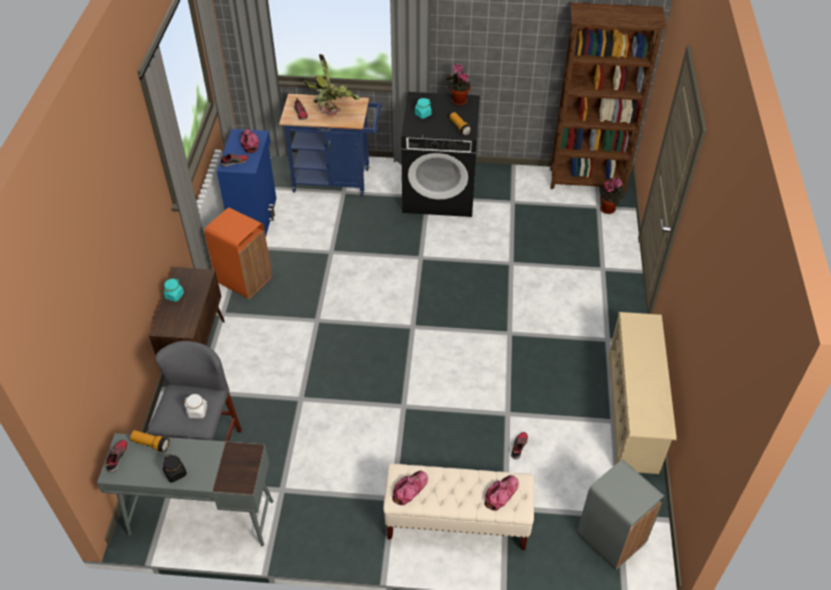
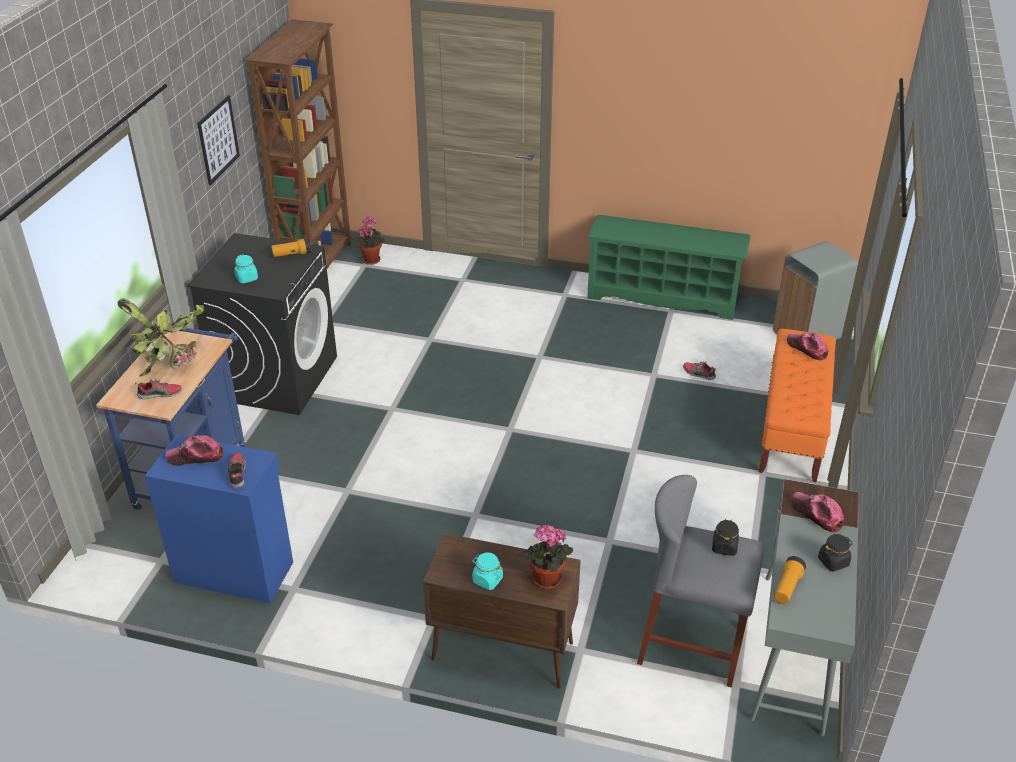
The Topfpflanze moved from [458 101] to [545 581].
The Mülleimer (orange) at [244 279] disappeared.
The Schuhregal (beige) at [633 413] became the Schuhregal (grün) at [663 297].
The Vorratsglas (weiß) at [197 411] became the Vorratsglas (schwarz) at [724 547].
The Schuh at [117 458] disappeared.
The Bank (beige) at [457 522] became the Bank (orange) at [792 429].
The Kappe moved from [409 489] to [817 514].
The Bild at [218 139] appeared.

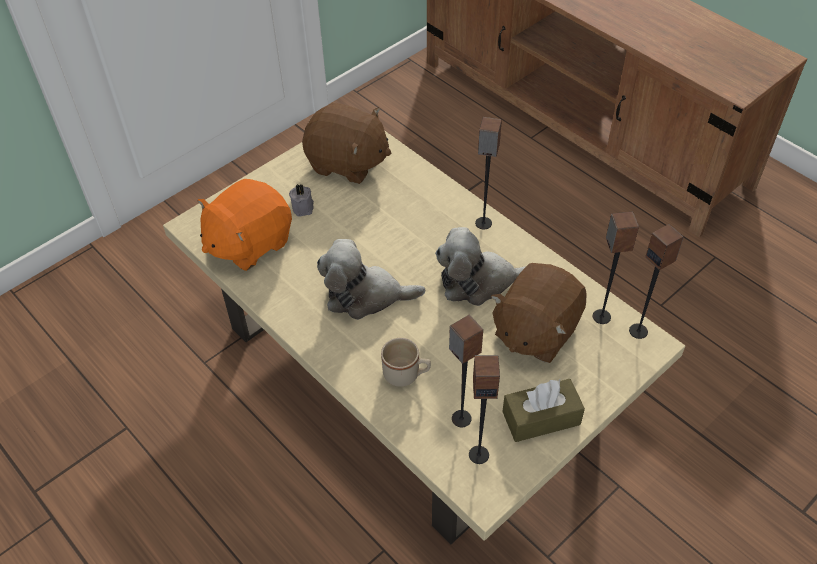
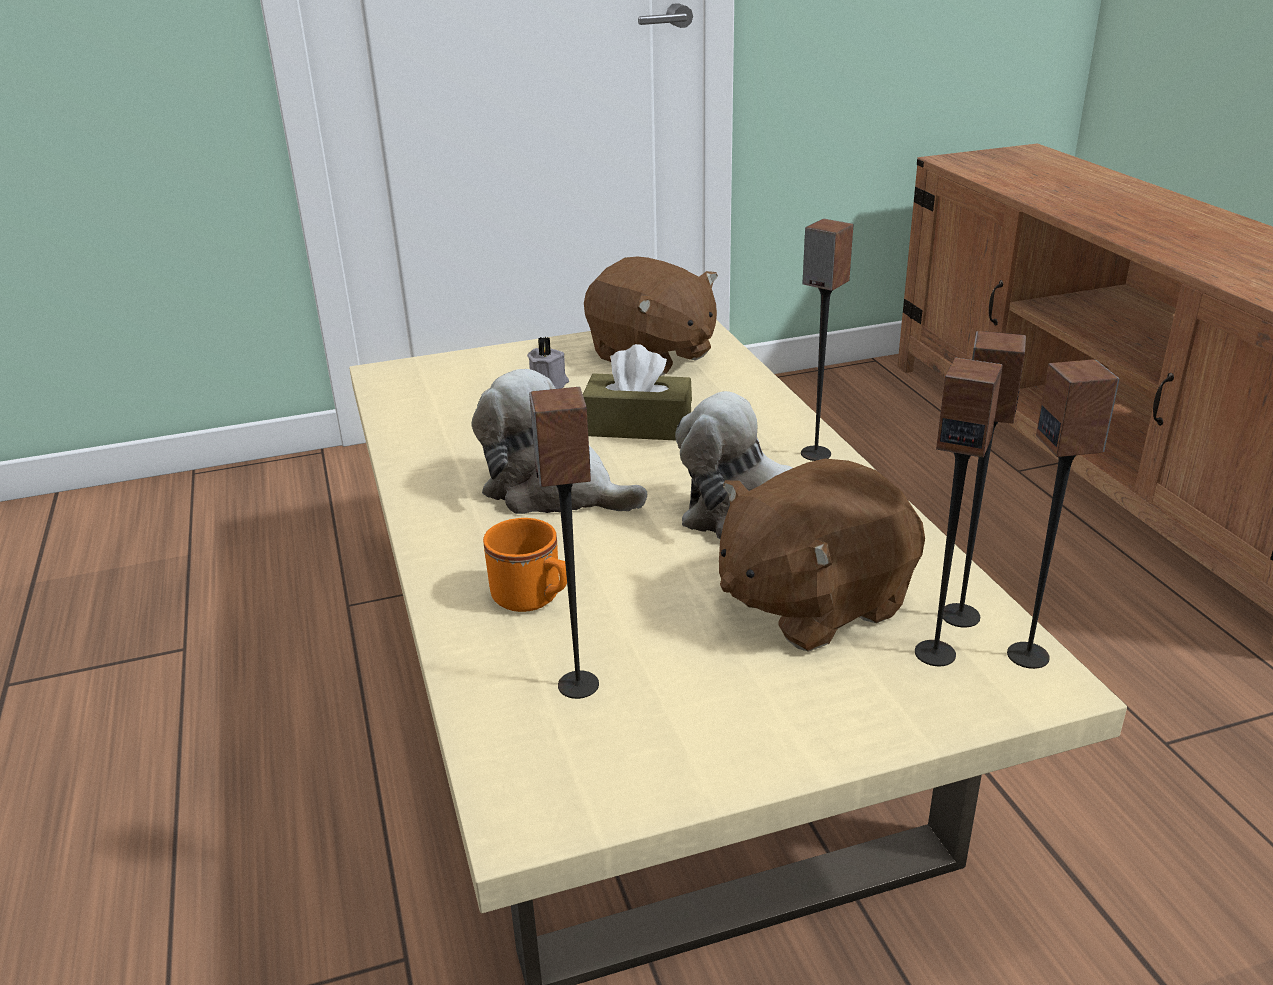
The Plüschtier (orange) at [249 243] disappeared.
The Henkelbecher (beige) at [406 374] became the Henkelbecher (orange) at [533 599].
The Lautsprecher moved from [478 454] to [935 653].
The Taschentuchbox (braun) moved from [541 418] to [638 426].

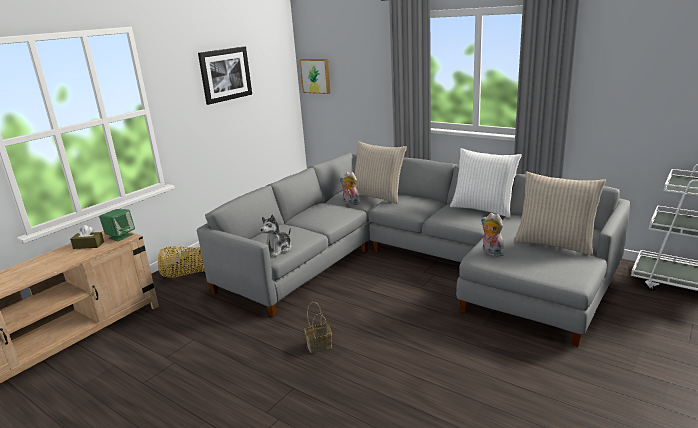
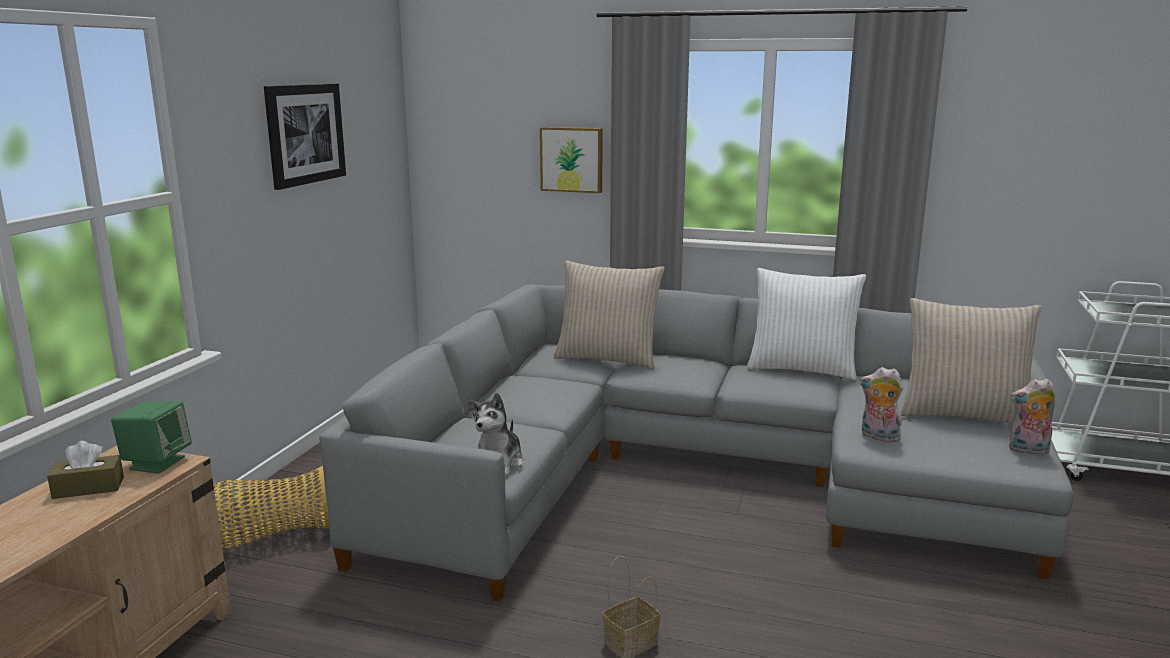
The Bild moved from [316 76] to [572 159].
The Plüschtier moved from [350 203] to [1028 450].

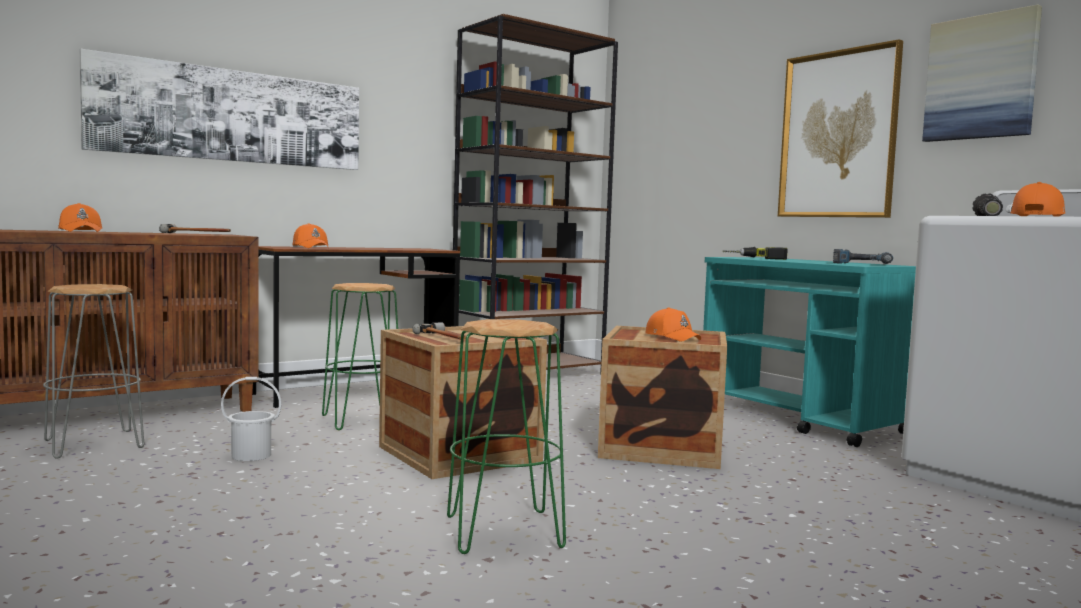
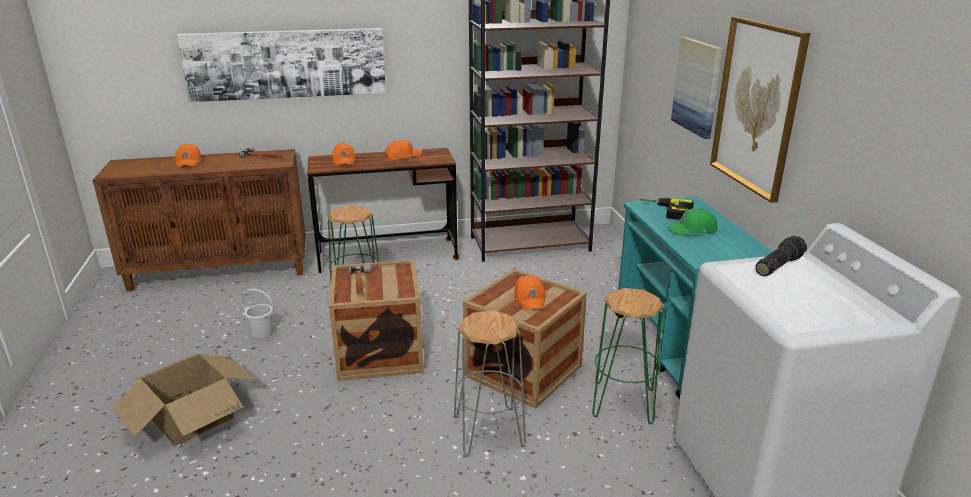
The Bild moved from [980 77] to [697 86].
The Kappe (orange) moved from [1036 217] to [402 156].
The Bohrmaschine at [862 264] disappeared.
The Hocker (grau) moved from [94 444] to [489 431].
The Hocker (grün) moved from [503 531] to [623 402].
The Kappe (grün) at [693 230] appeared.
The Karton at [192 417] appeared.

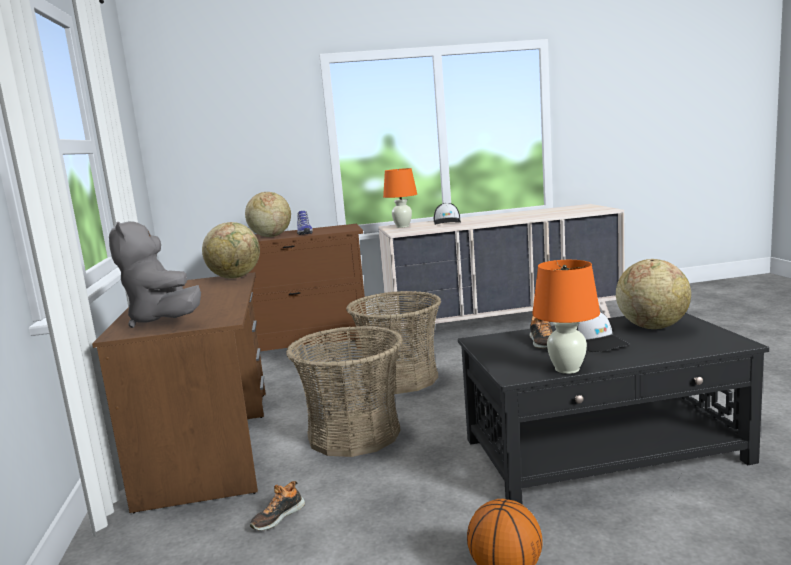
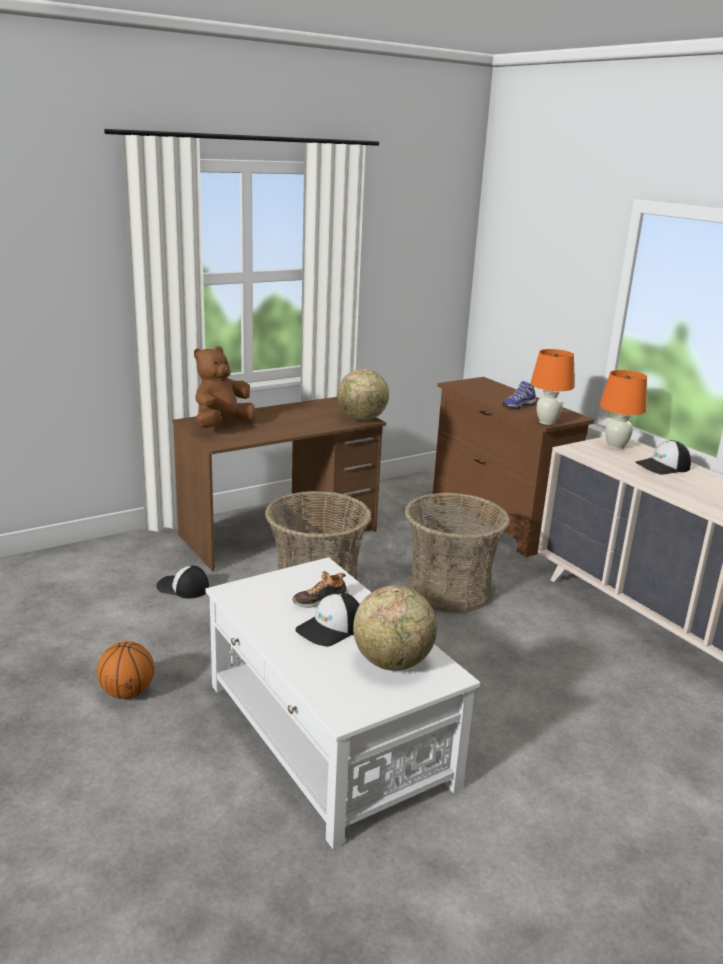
The Globus at [270 236] disappeared.
The Plüschtier (grau) at [163 320] became the Plüschtier (braun) at [222 426].
The Tischlampe (orange) moved from [567 369] to [547 422].
The Couchtisch (schwarz) at [604 451] became the Couchtisch (weiß) at [328 735].
The Schuh at [277 517] was replaced by the Kappe at [183 587].

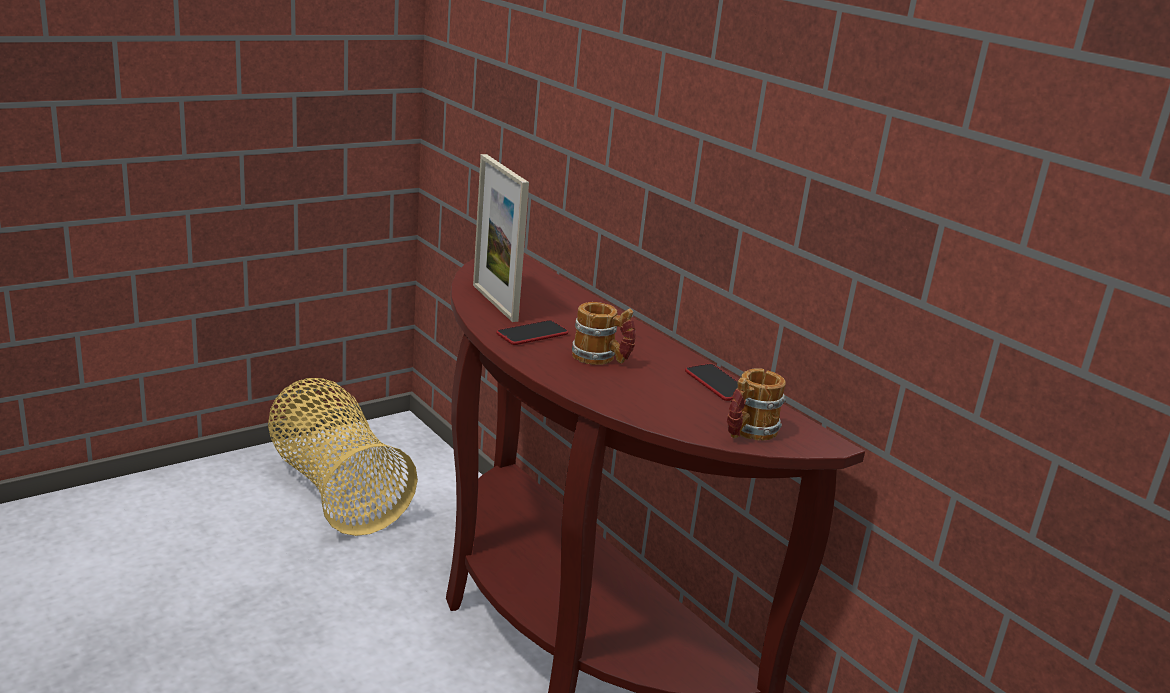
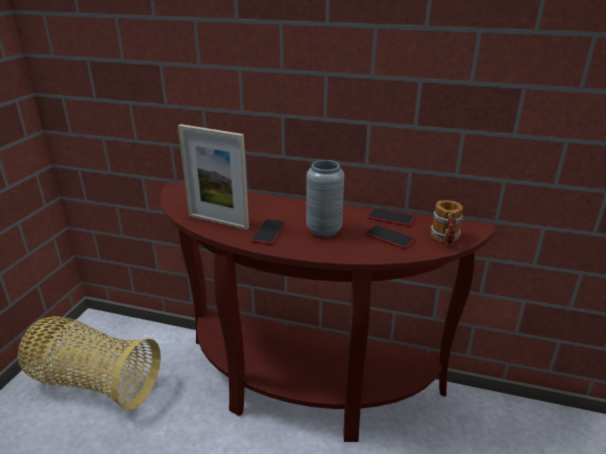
The Henkelbecher at [601 359] was replaced by the Vase (grau) at [324 230].
The Handy at [389 237] appeared.

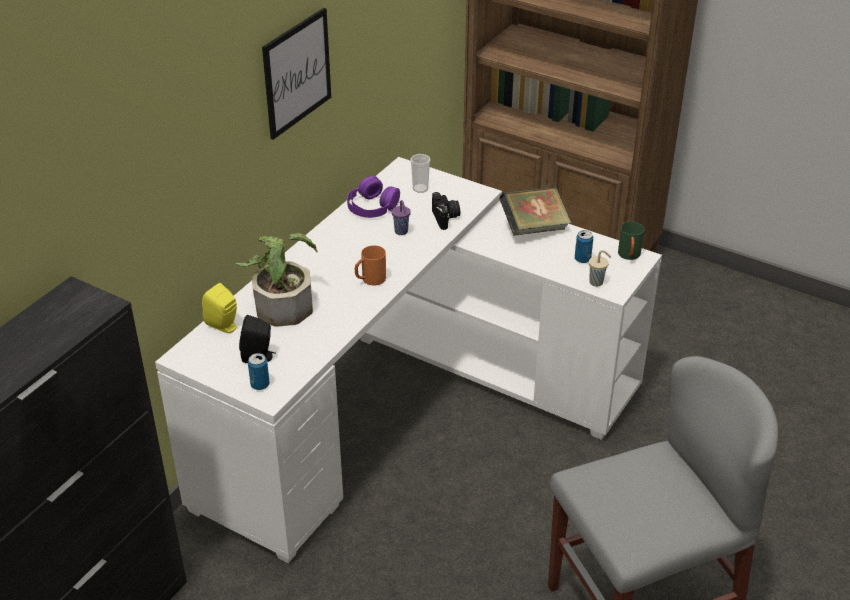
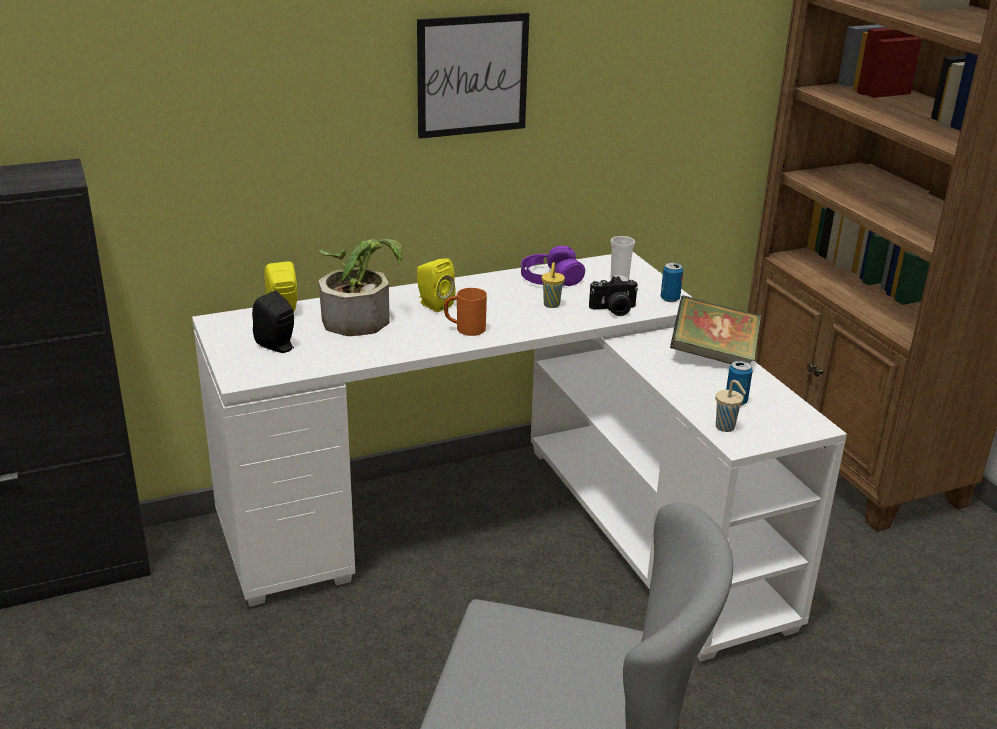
The Kamera at [446 218] turned 60 degrees clockwise.
The Tasse (lila) at [401 232] became the Tasse (gelb) at [551 305].
The Henkelbecher (grün) at [629 256] disappeared.
The Dose moved from [260 385] to [670 299].
The Lautsprecher (gelb) at [433 305] appeared.

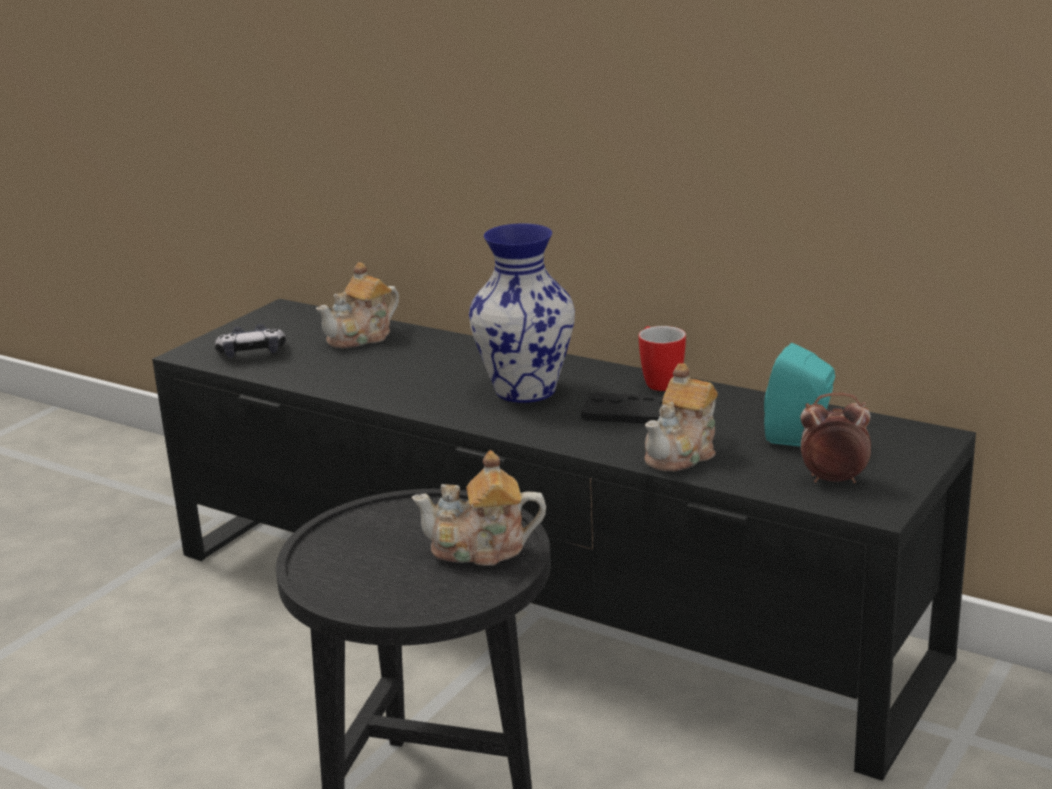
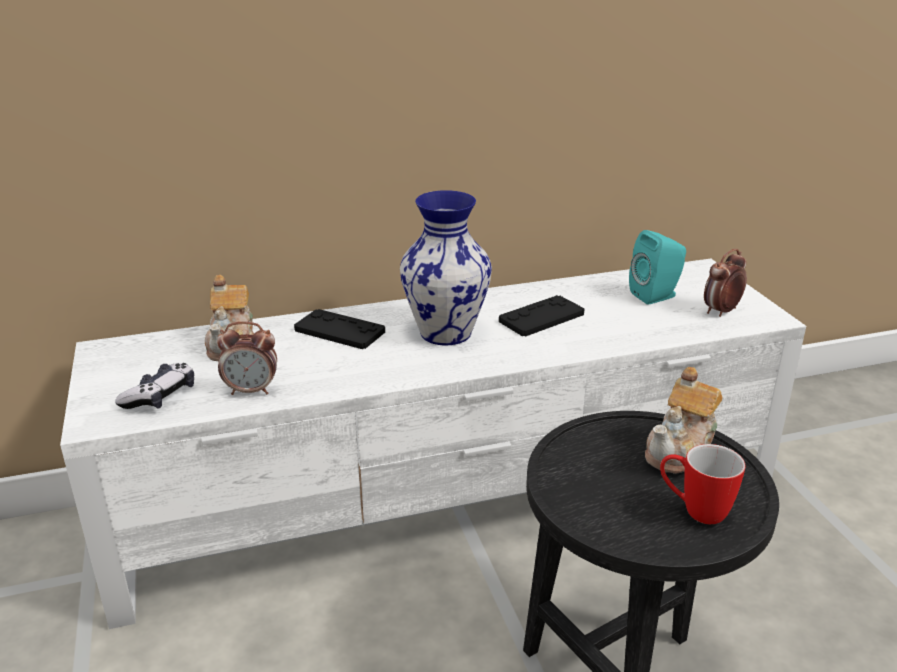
The Fernsehschrank (schwarz) at [540 604] became the Fernsehschrank (weiß) at [451 498].
The Henkelbecher moved from [658 381] to [694 510].
The Teekanne at [683 454] disappeared.
The Gamepad (schwarz) at [339 331] appeared.
The Wecker at [251 390] appeared.

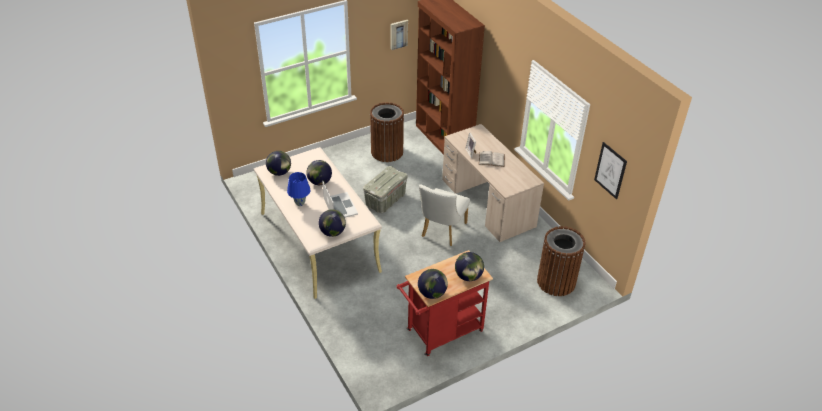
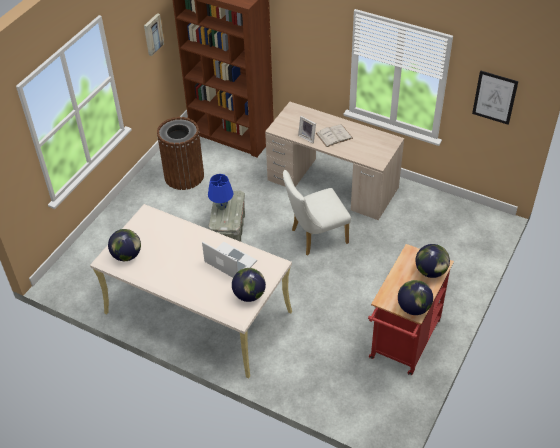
The Globus at [319 182] disappeared.
The Tischlampe (blau) moved from [300 203] to [221 207].
The Stuhl (weiß) at [442 232] turned 75 degrees clockwise.
The Mülleimer (braun) at [556 281] disappeared.

